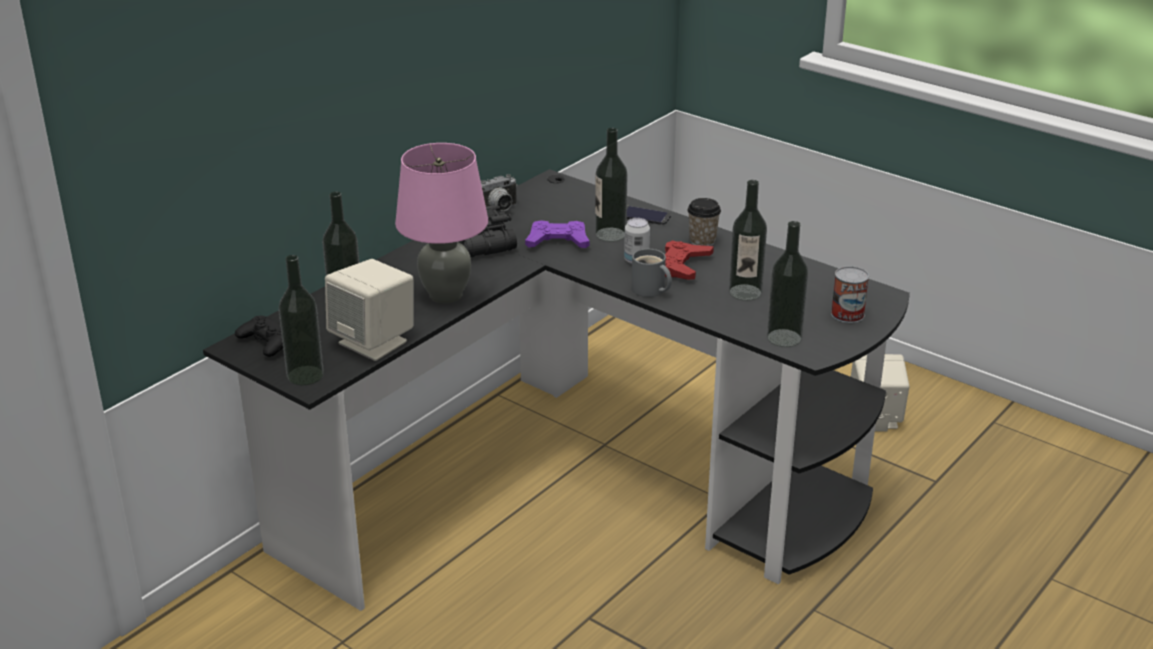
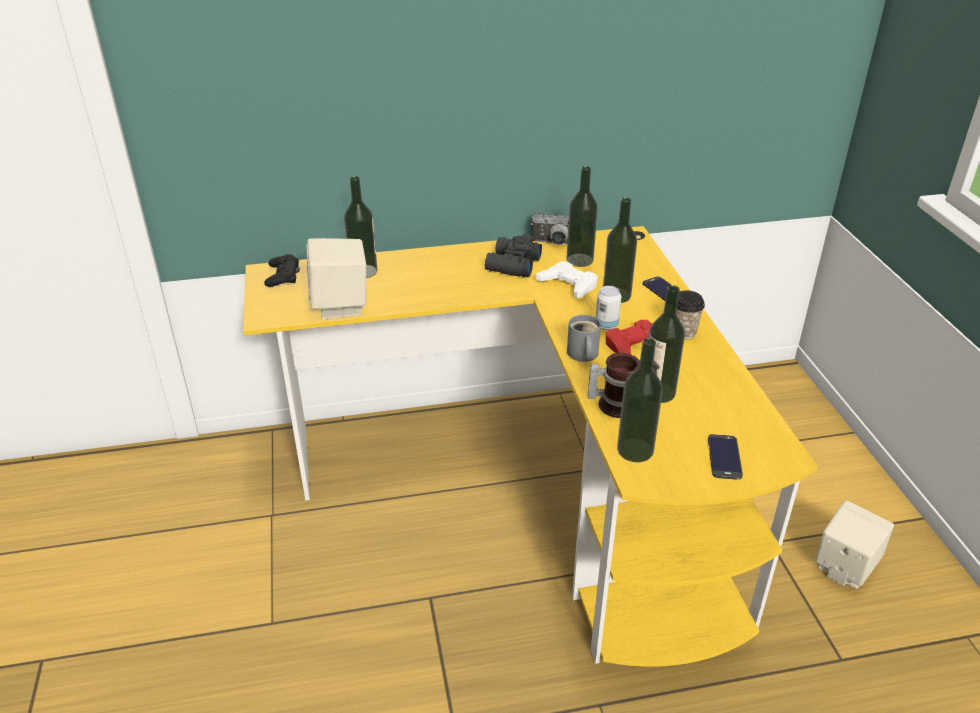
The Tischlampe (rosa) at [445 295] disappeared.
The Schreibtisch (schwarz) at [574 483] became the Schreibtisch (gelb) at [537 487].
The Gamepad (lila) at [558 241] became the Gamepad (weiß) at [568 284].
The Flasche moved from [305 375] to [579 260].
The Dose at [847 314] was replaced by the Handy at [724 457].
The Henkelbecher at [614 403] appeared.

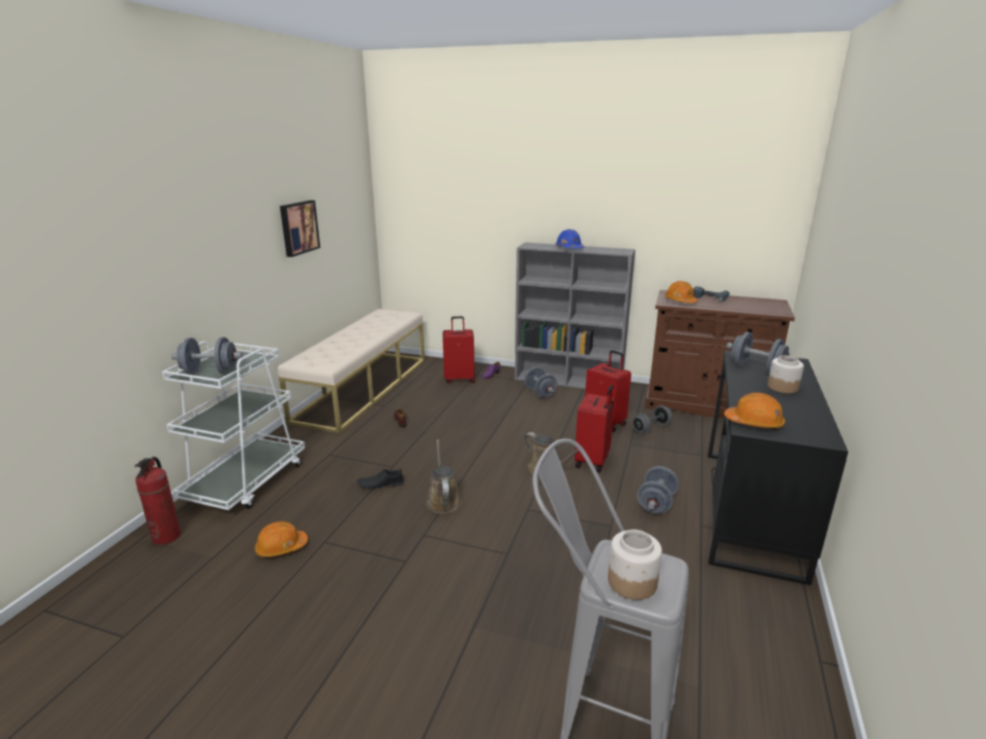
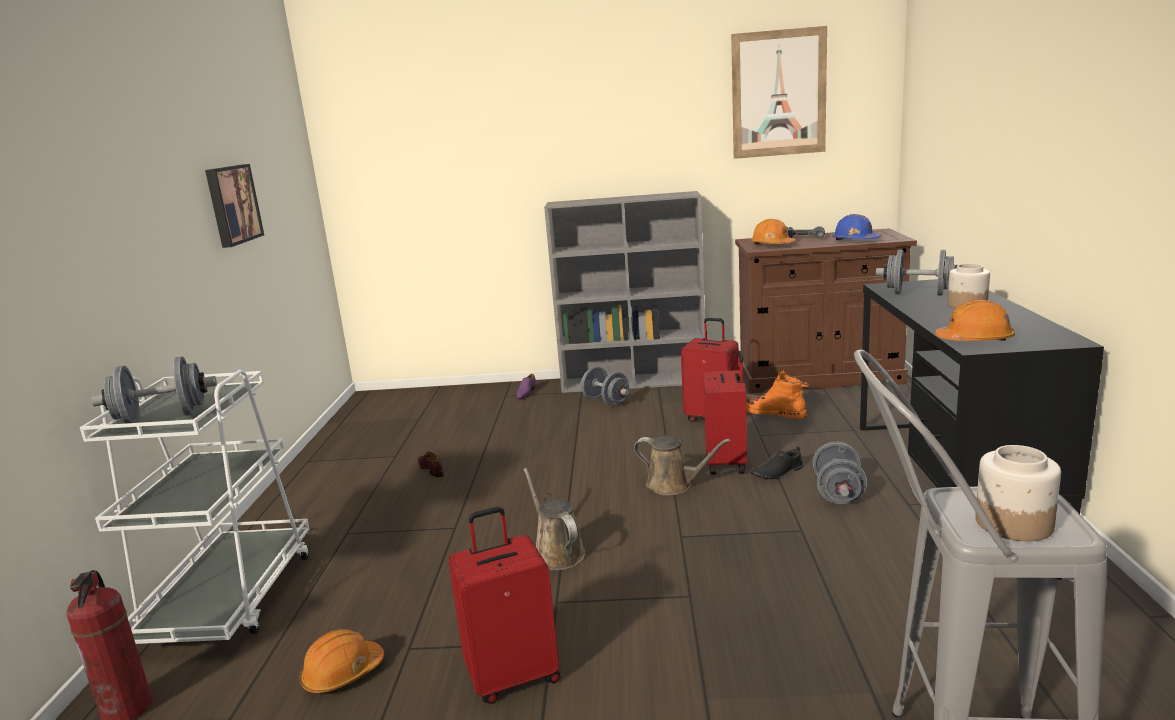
The Schutzhelm (blau) moved from [569 248] to [855 241].
The Bank (beige) at [363 388] disappeared.
The Koffer (rot) moved from [459 379] to [513 675].
The Hantel (grau) at [651 428] was replaced by the Stiefel (orange) at [772 413].
The Schuh (schwarz) moved from [380 484] to [777 472].
The Bild at [778 94] appeared.

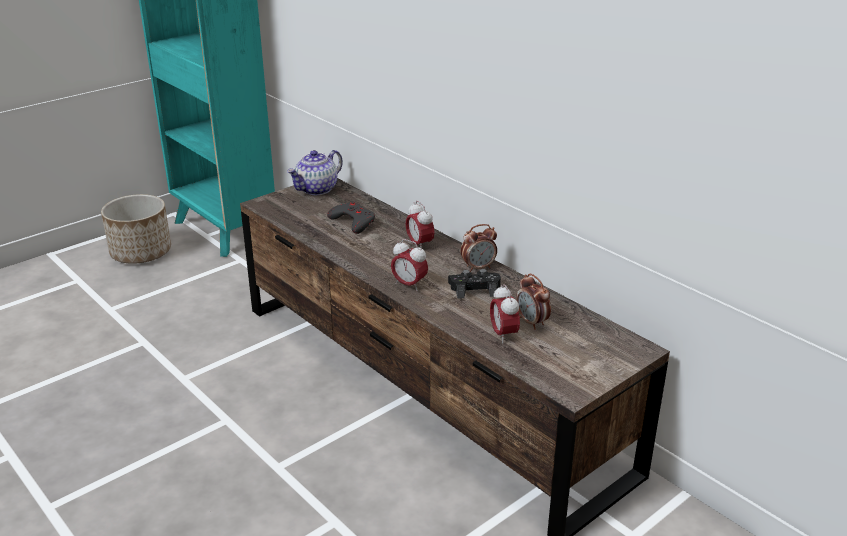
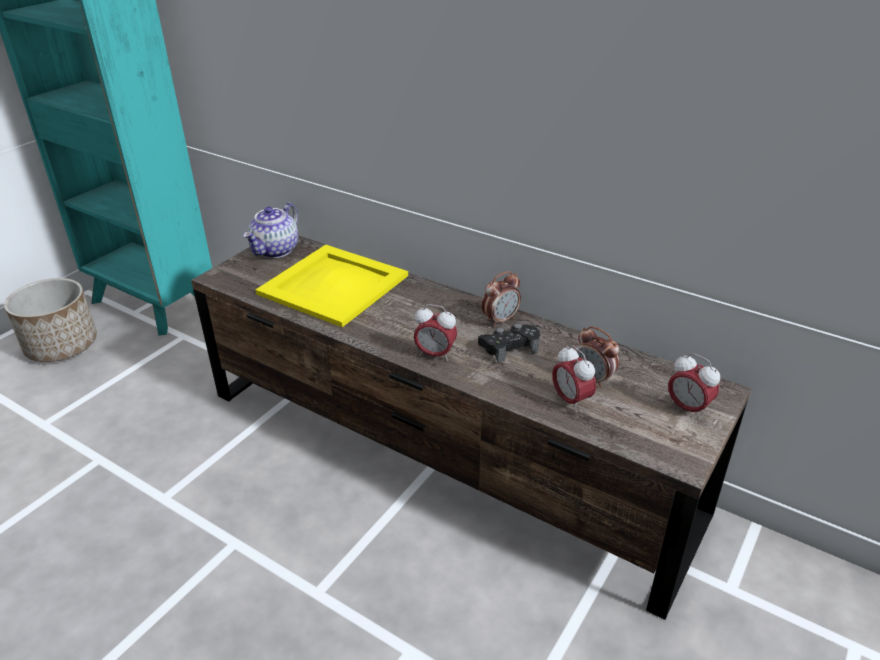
The Gamepad (grau) at [353 222] was replaced by the Tablett (gelb) at [335 284].
The Wecker moved from [419 245] to [687 408].

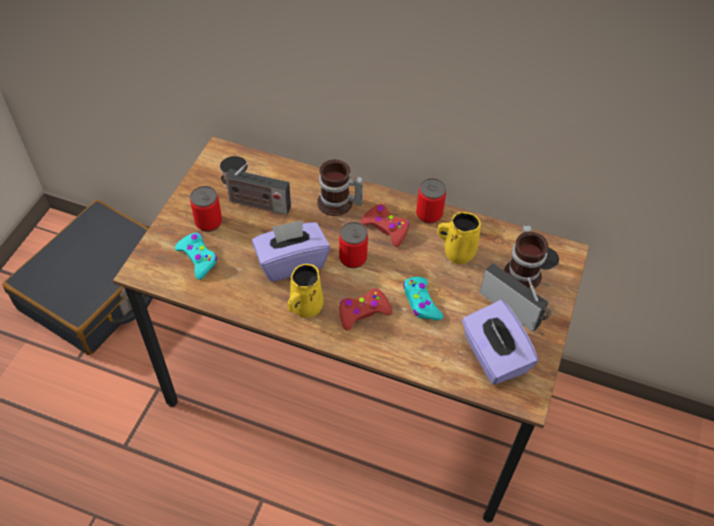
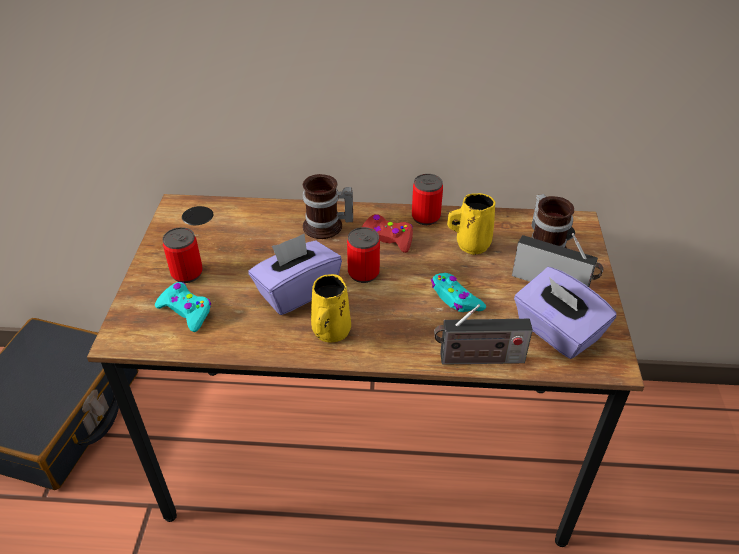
The Radio moved from [256 204] to [478 359].
The Gamepad (rot) at [363 312] disappeared.

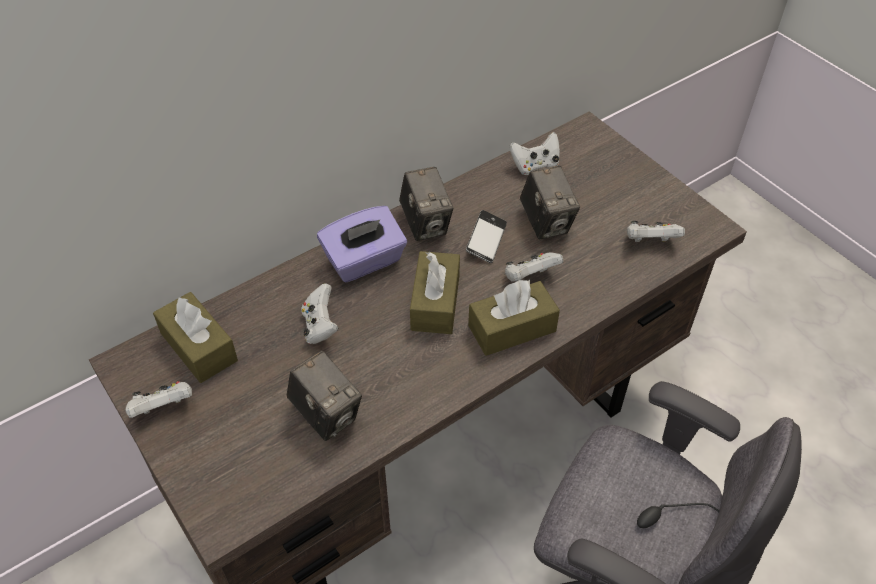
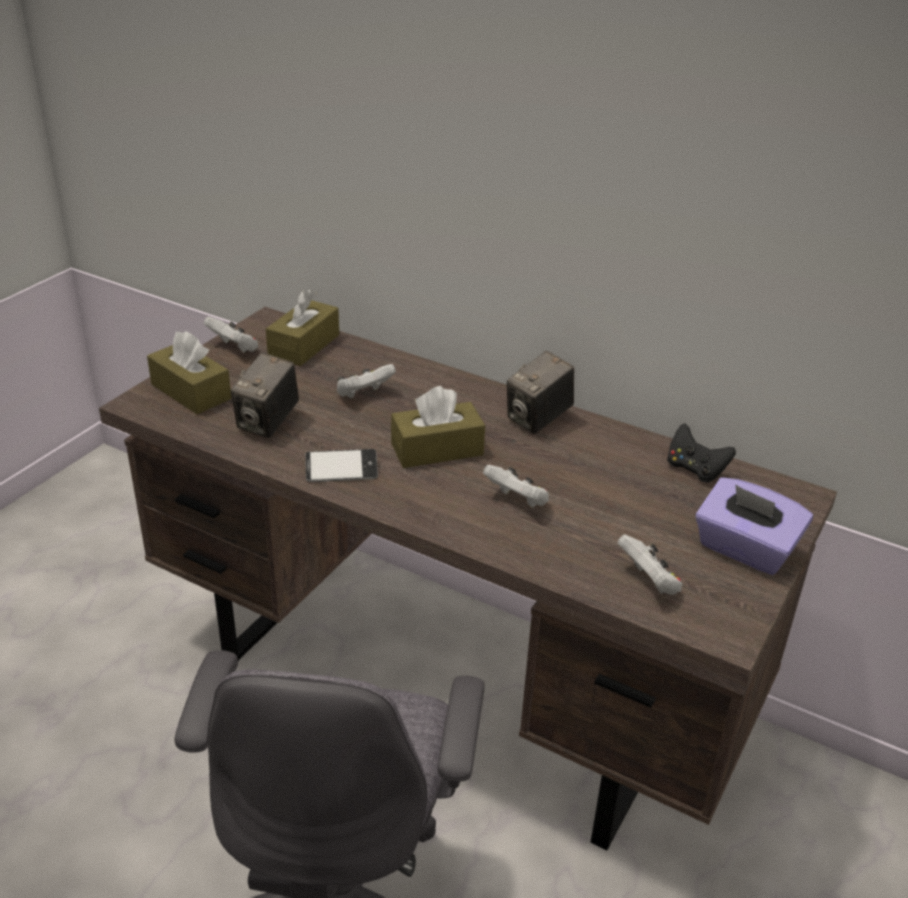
The Gamepad (weiß) at [535 165] became the Gamepad (schwarz) at [695 469].
The Kamera at [546 222] disappeared.
The Taschentuchbox (lila) moved from [364 261] to [744 550].
The Handy moved from [486 240] to [341 471].
The Taschentuchbox (braun) moved from [512 328] to [191 391].

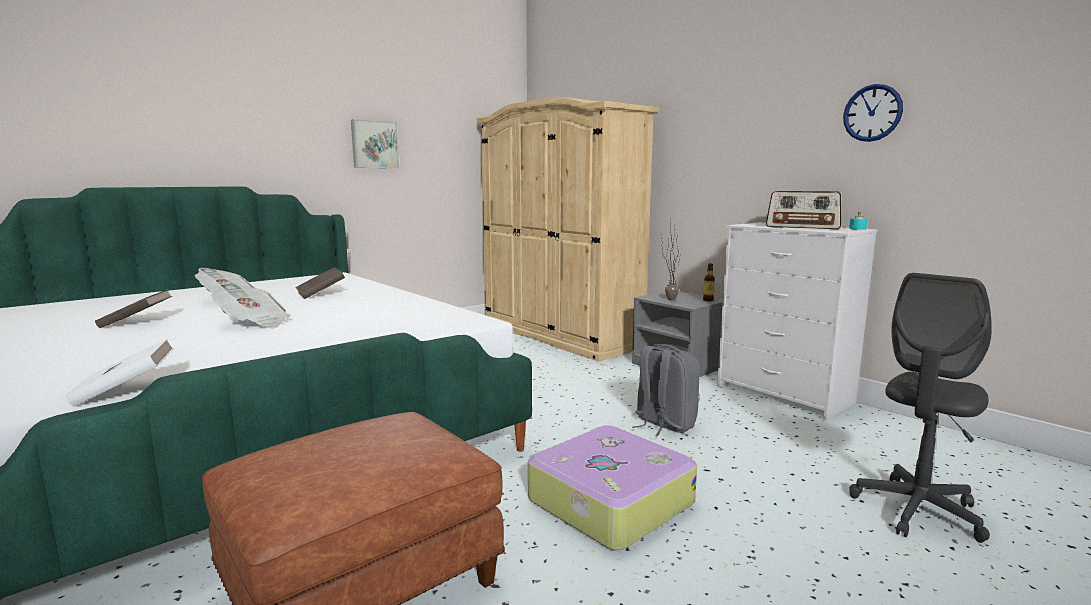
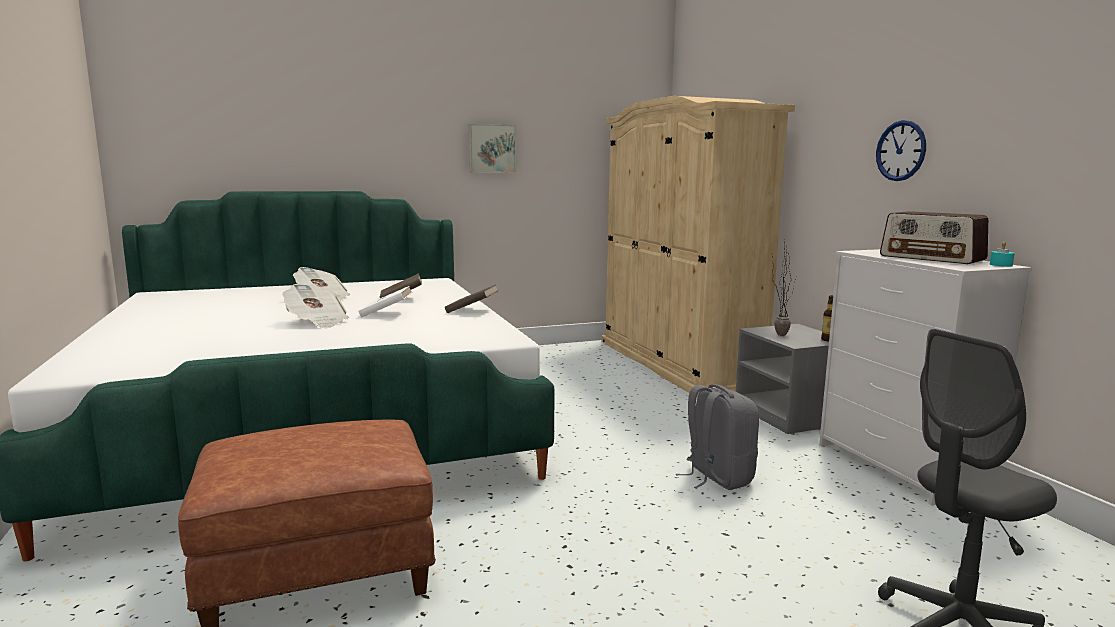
The Wanduhr moved from [872 113] to [901 151].
The Buch (braun) moved from [136 322] to [472 311].
The Buch (weiß) moved from [126 391] to [386 314].
The Koffer at [608 502] disappeared.

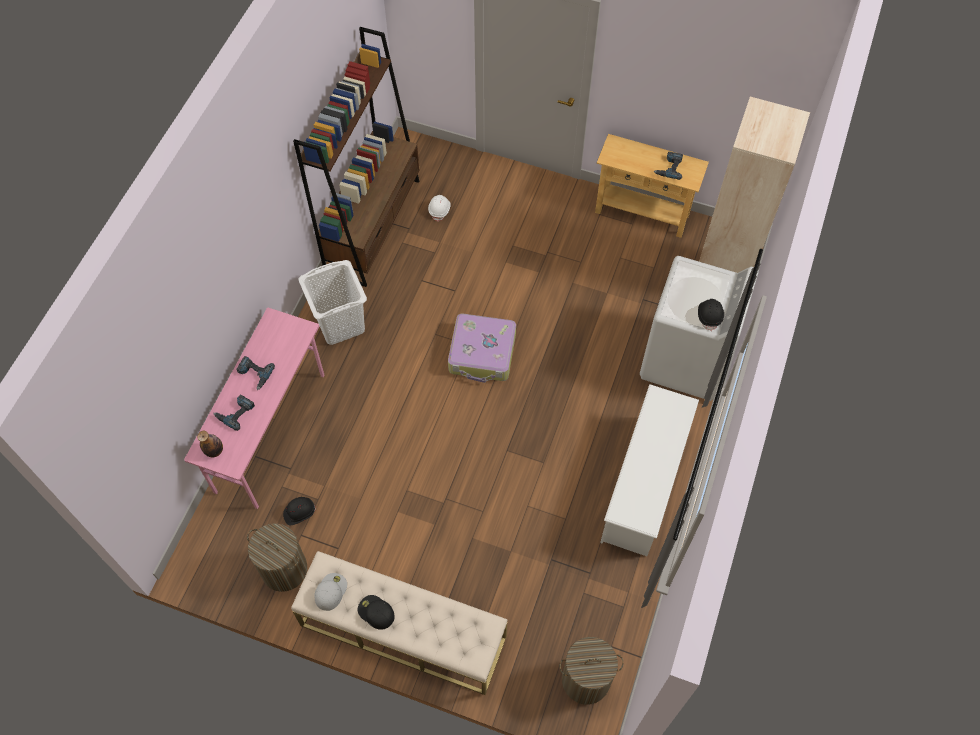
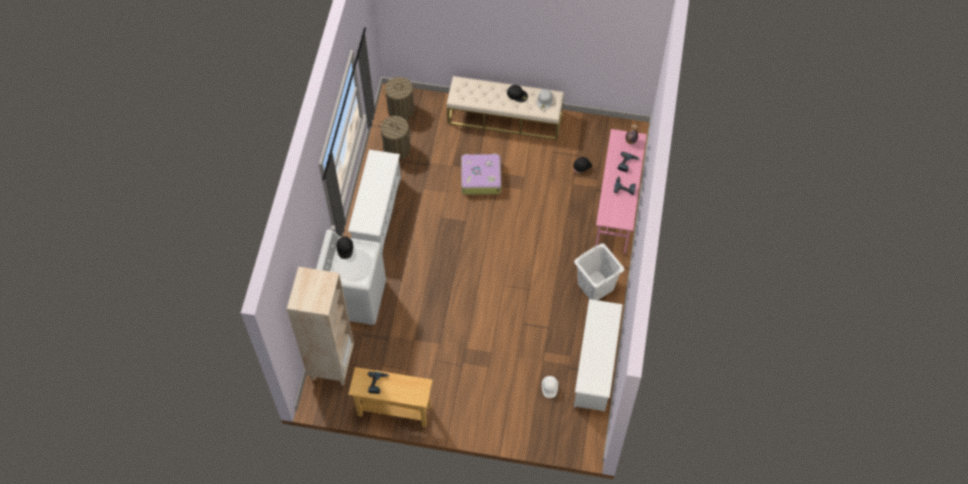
The Bücherregal (braun) at [373 226] was replaced by the Schuhregal (weiß) at [595 366].
The Koffer moved from [482 353] to [480 177].
The Wäschekorb moved from [284 569] to [397 149].

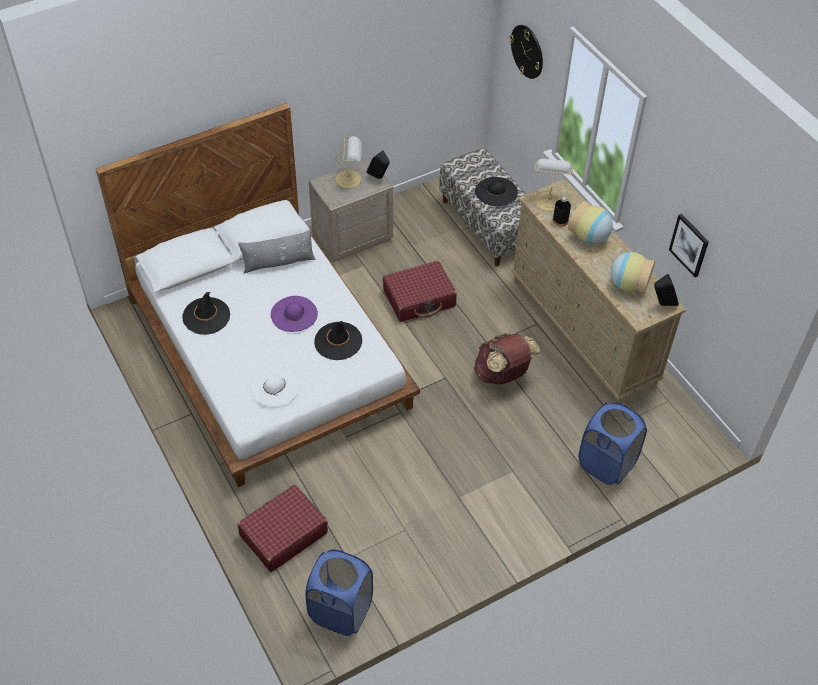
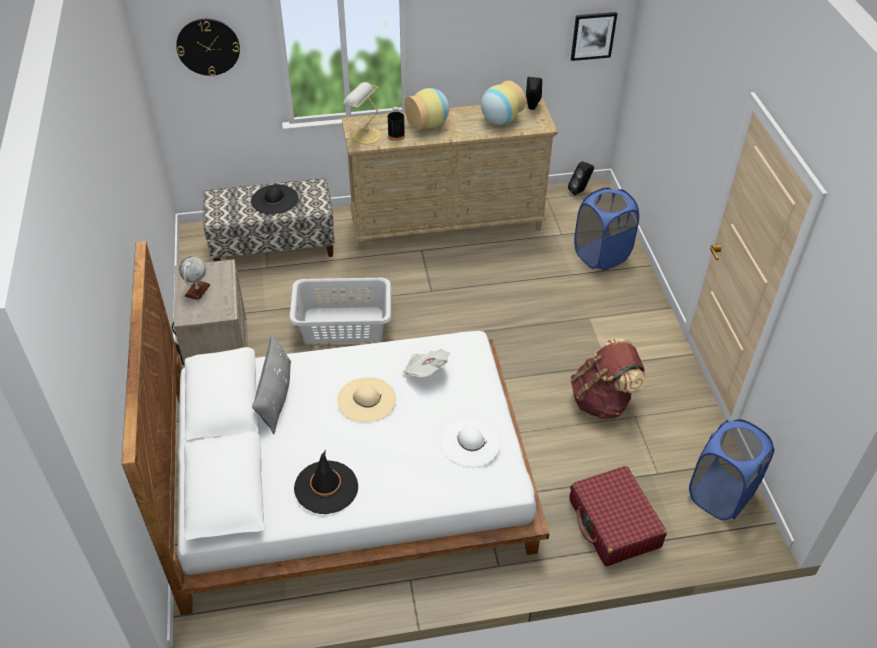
The Tischlampe at [350 179] was replaced by the Globus at [197 290].
The Lautsprecher (schwarz) moved from [379 178] to [580 191].
The Bild moved from [689 245] to [593 35].
The Koffer (rot) at [419 298] was replaced by the Wäschekorb (grau) at [342 325].
The Hut (lila) at [294 314] became the Hut (beige) at [366 400].
The Hut (schwarz) at [338 341] was replaced by the Zeitung at [426 370].
The Rucksack (braun) moved from [503 374] to [602 401].

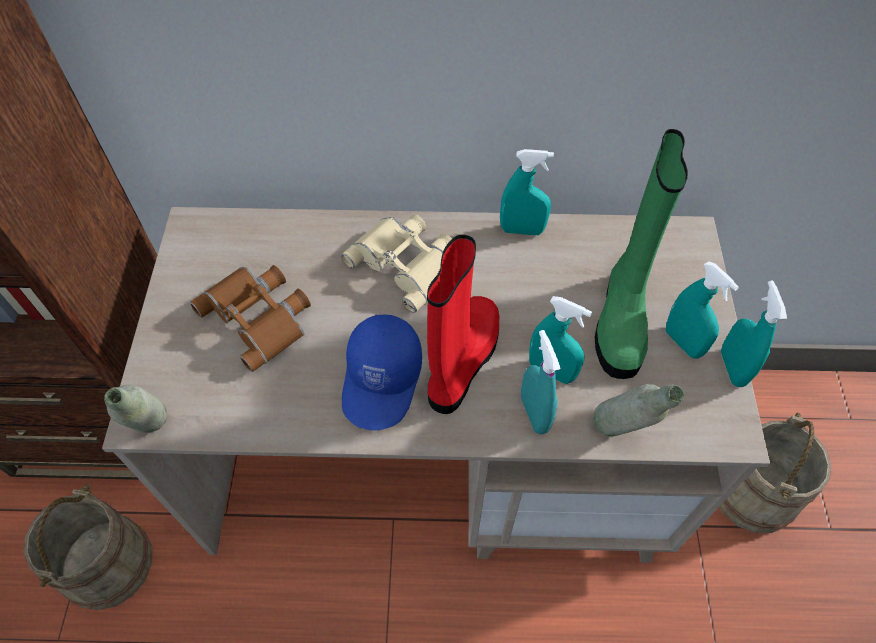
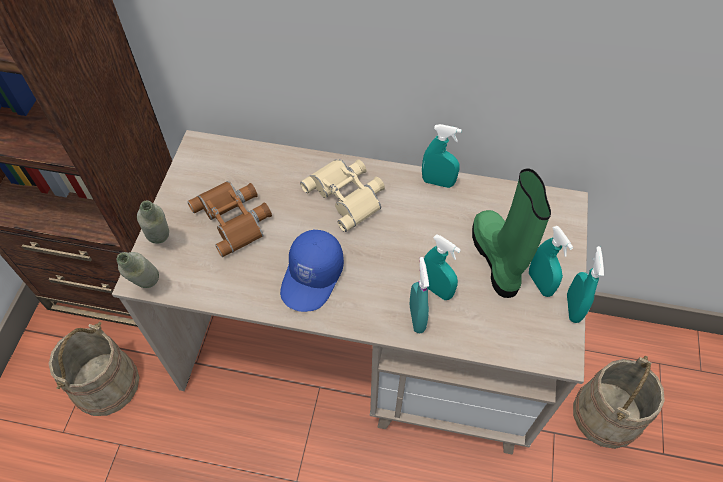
The Stiefel (grün) at [621 319] turned 150 degrees clockwise.
The Stiefel (rot) at [461 362] disappeared.
The Flasche (grau) moved from [620 435] to [163 244].

